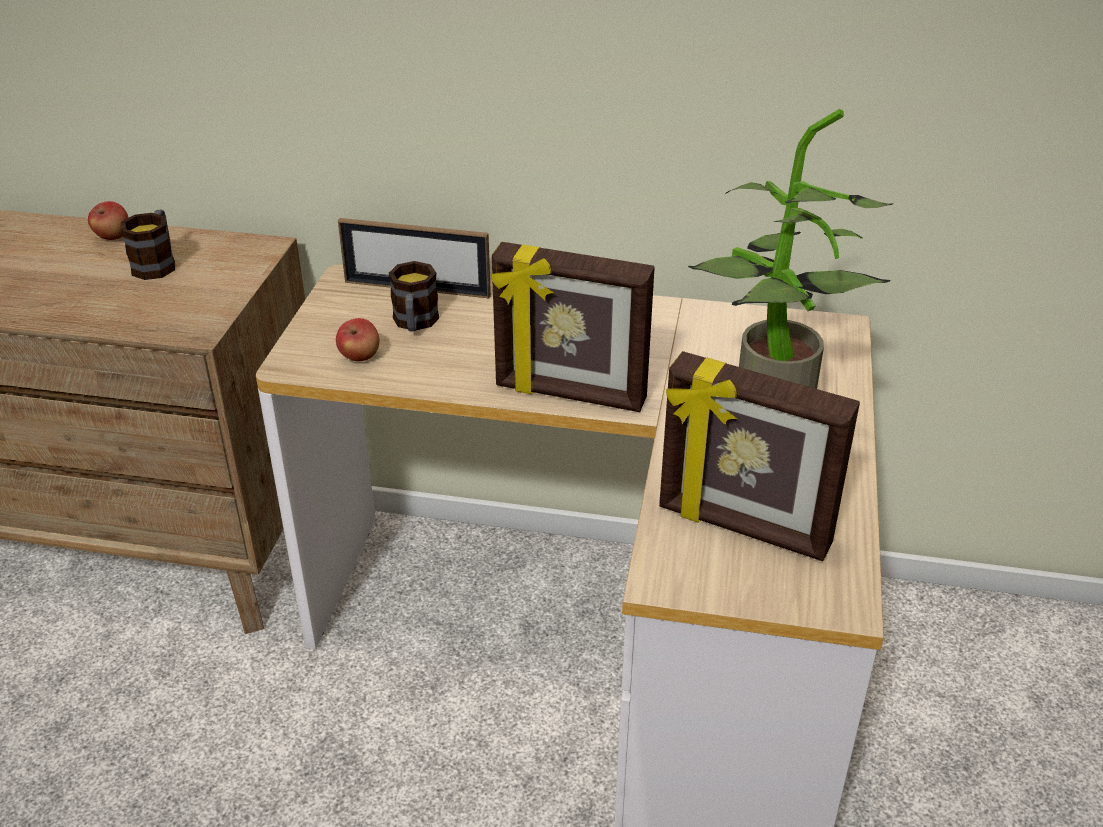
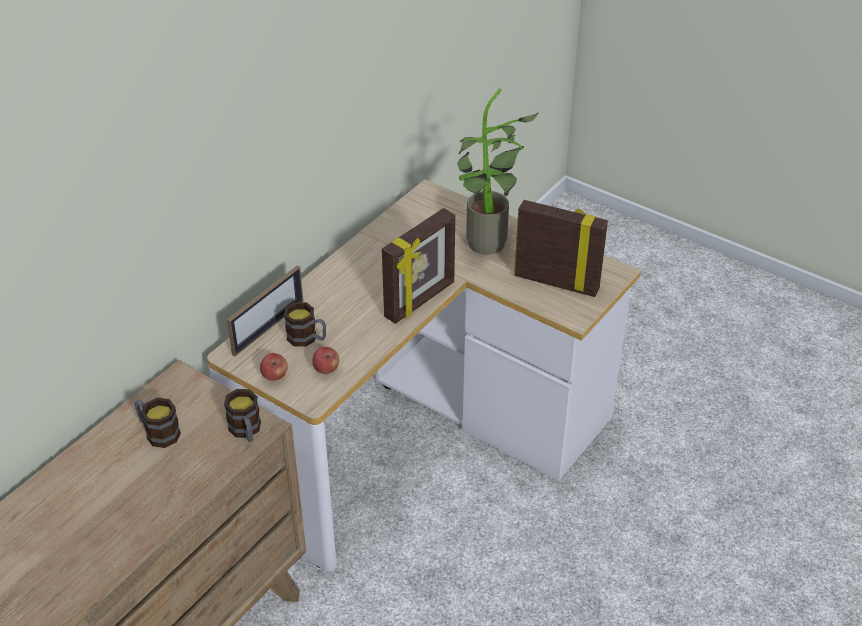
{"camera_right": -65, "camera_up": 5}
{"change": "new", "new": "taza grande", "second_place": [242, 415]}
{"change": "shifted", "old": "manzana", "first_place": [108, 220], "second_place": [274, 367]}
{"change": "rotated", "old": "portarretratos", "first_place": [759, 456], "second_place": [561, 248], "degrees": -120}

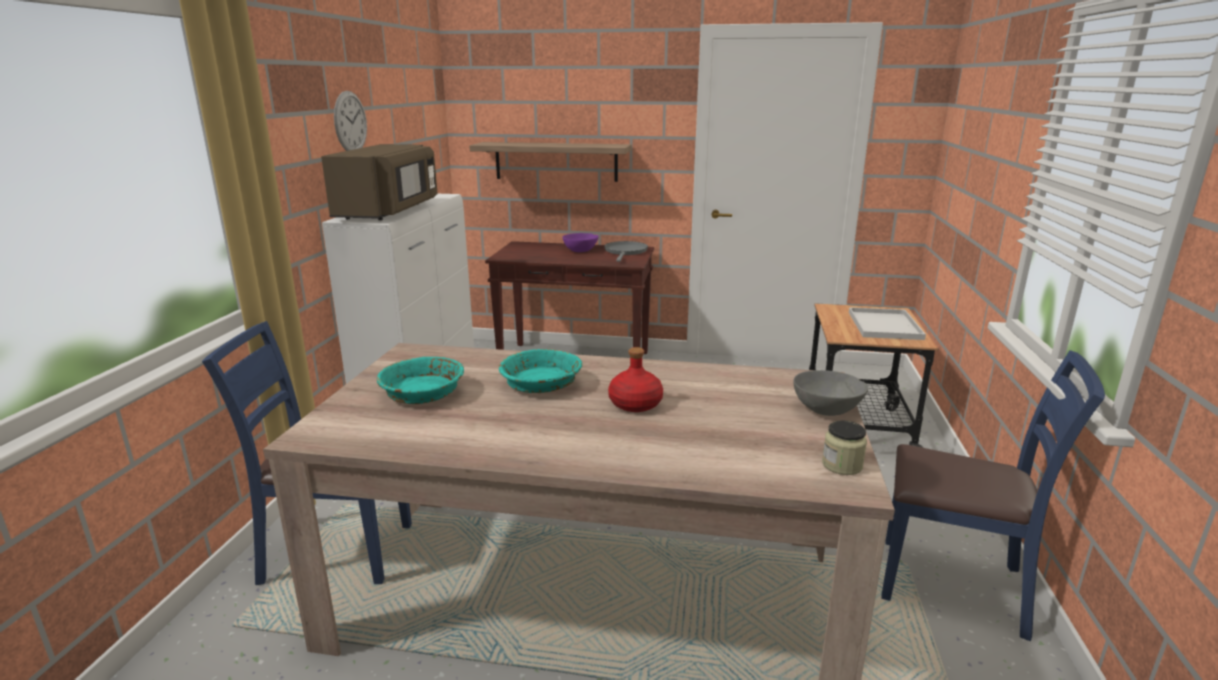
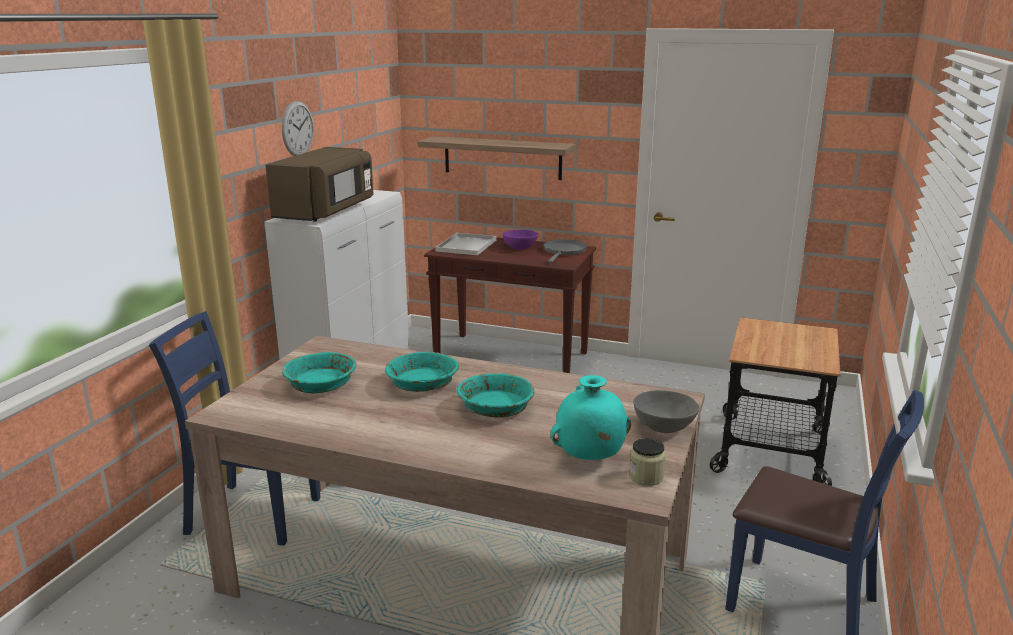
{"camera_right": 10, "camera_up": 0}
{"change": "new", "new": "florero (turquesa)", "second_place": [590, 417]}
{"change": "shifted", "old": "bandeja (blanco)", "first_place": [887, 323], "second_place": [466, 244]}
{"change": "swapped", "old": "botella (rojo)", "new": "cuenco (turquesa)", "first_place": [635, 379], "second_place": [495, 395]}

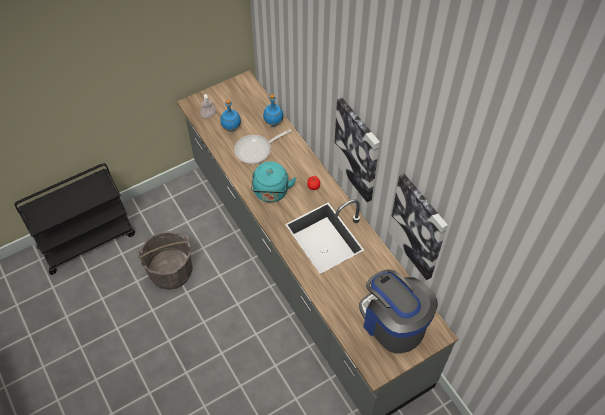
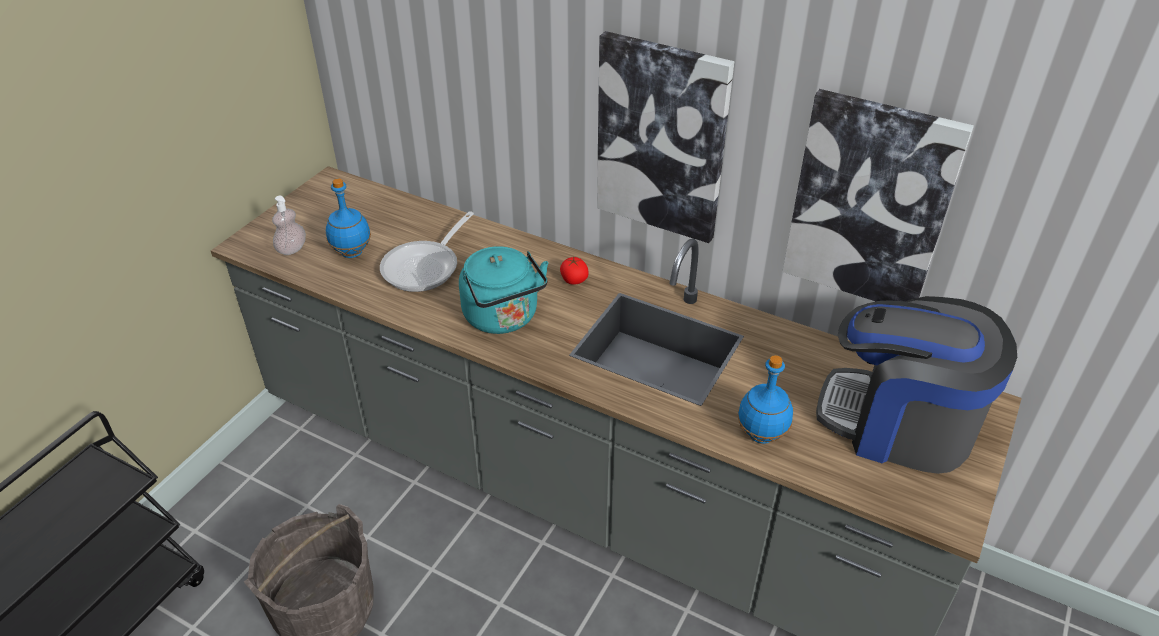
{"camera_right": -30, "camera_up": -15}
{"change": "shifted", "old": "botella (azul)", "first_place": [273, 110], "second_place": [765, 399]}

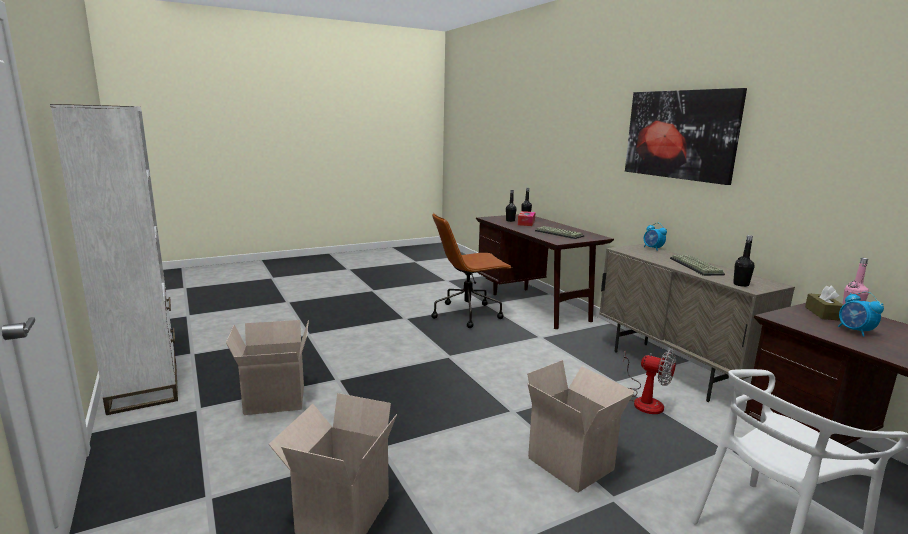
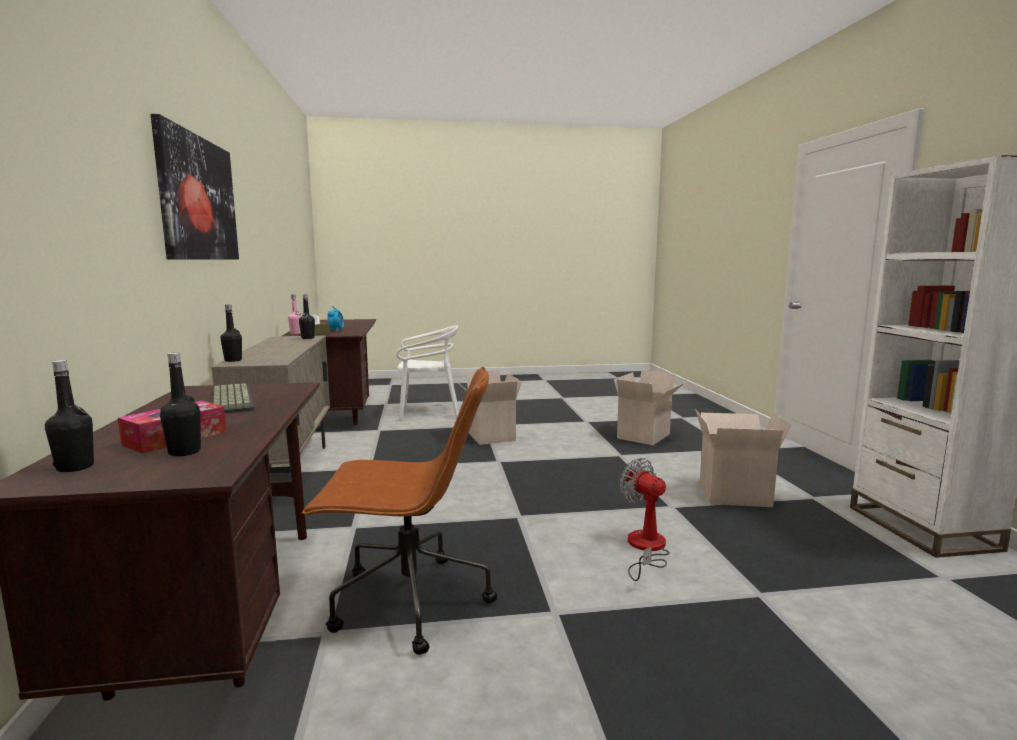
{"camera_right": -160, "camera_up": -5}
{"change": "gone", "old": "teclado", "first_place": [697, 265]}
{"change": "shifted", "old": "ventilador", "first_place": [649, 382], "second_place": [645, 519]}
{"change": "swapped", "old": "despertador", "new": "botella (negro)", "first_place": [655, 237], "second_place": [231, 333]}

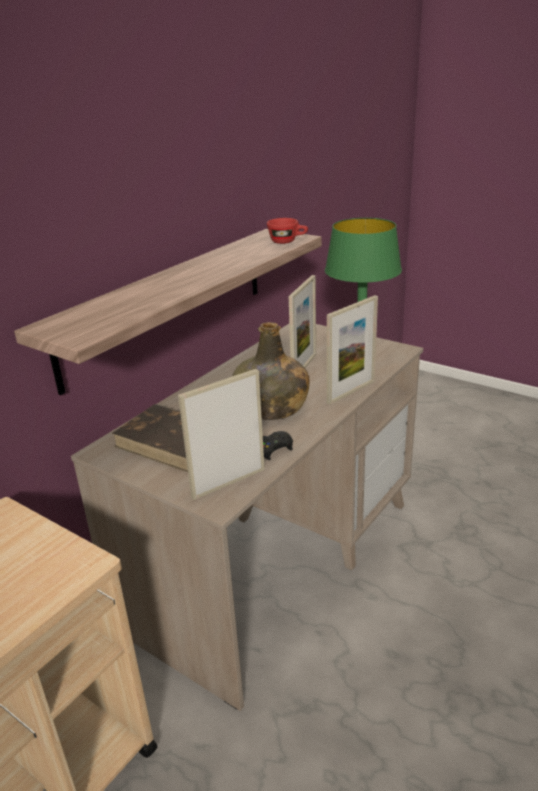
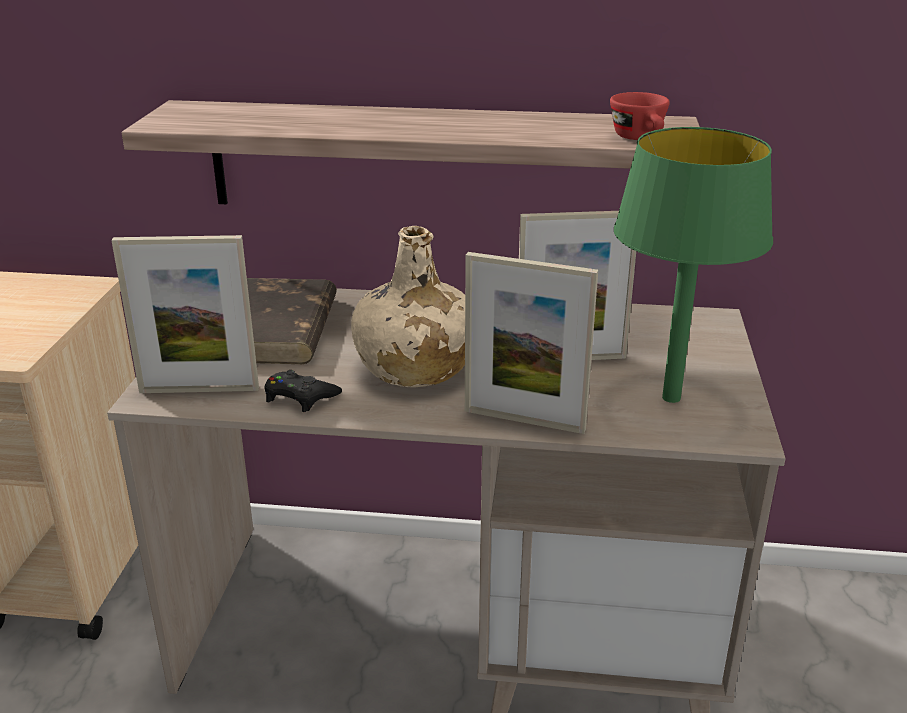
{"camera_right": 60, "camera_up": 0}
{"change": "repainted", "old": "botella (verde)", "new": "botella (beis)", "first_place": [271, 371], "second_place": [408, 307]}
{"change": "rotated", "old": "portarretratos", "first_place": [221, 434], "second_place": [185, 314], "degrees": 150}

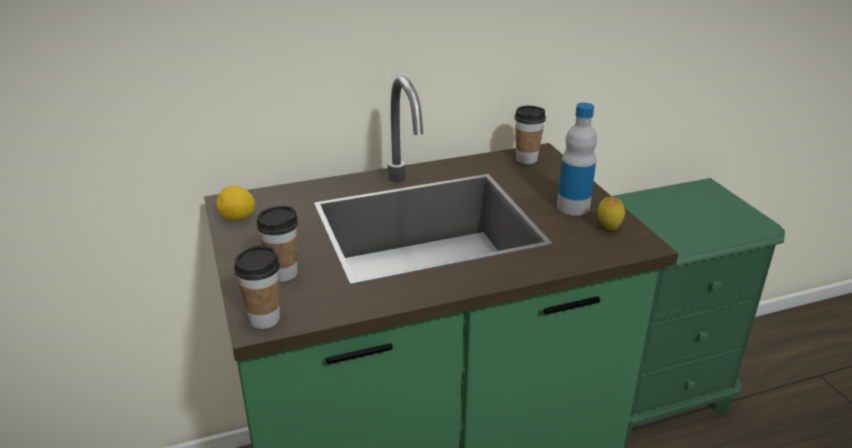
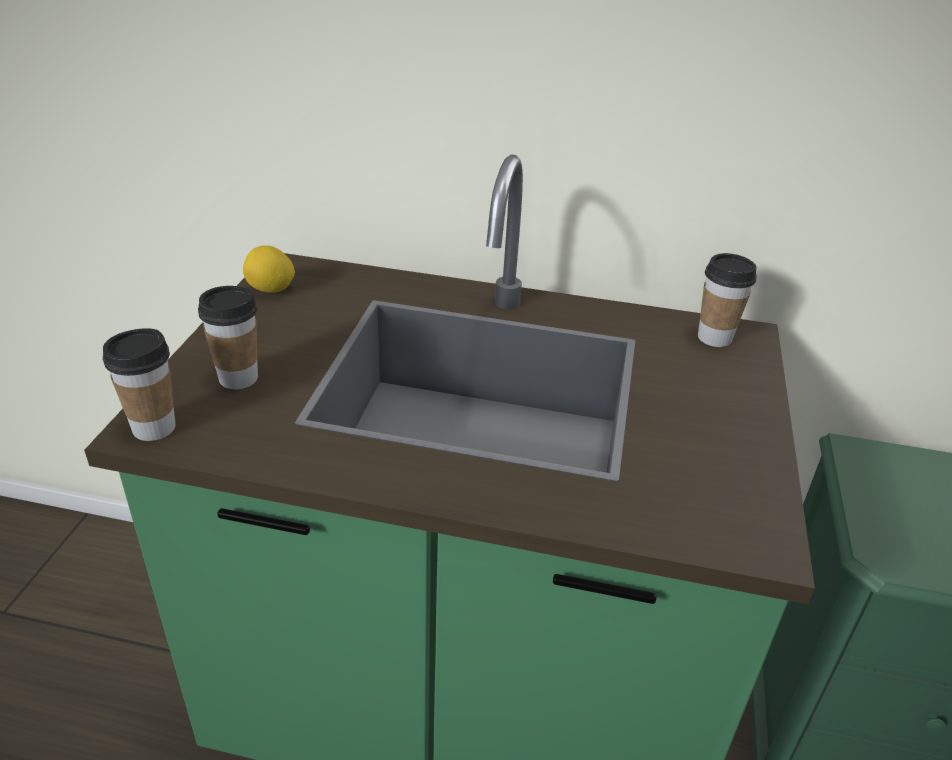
{"camera_right": 30, "camera_up": 5}
{"change": "gone", "old": "botella", "first_place": [577, 159]}
{"change": "gone", "old": "limón", "first_place": [611, 213]}

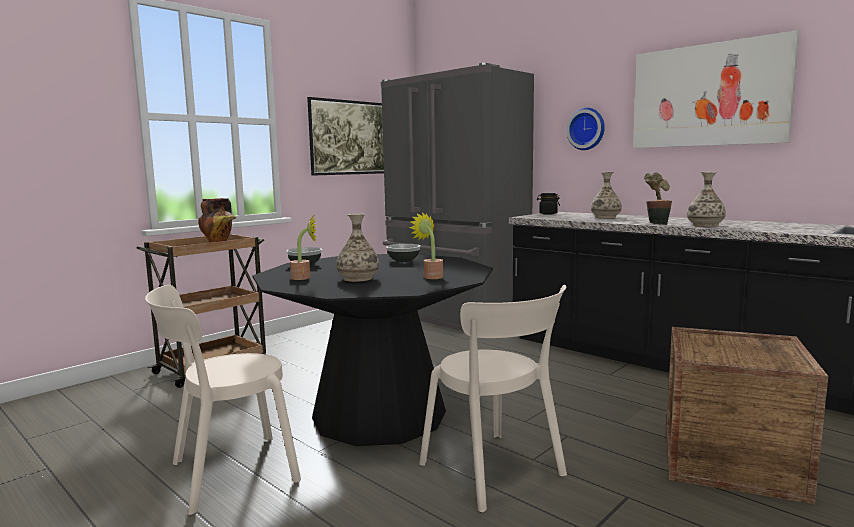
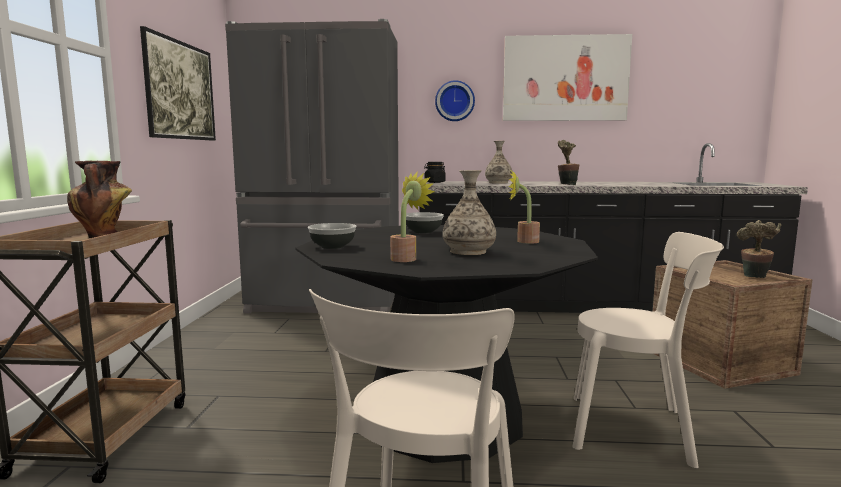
{"camera_right": -40, "camera_up": 0}
{"change": "gone", "old": "florero", "first_place": [706, 199]}
{"change": "new", "new": "planta en maceta", "second_place": [759, 249]}

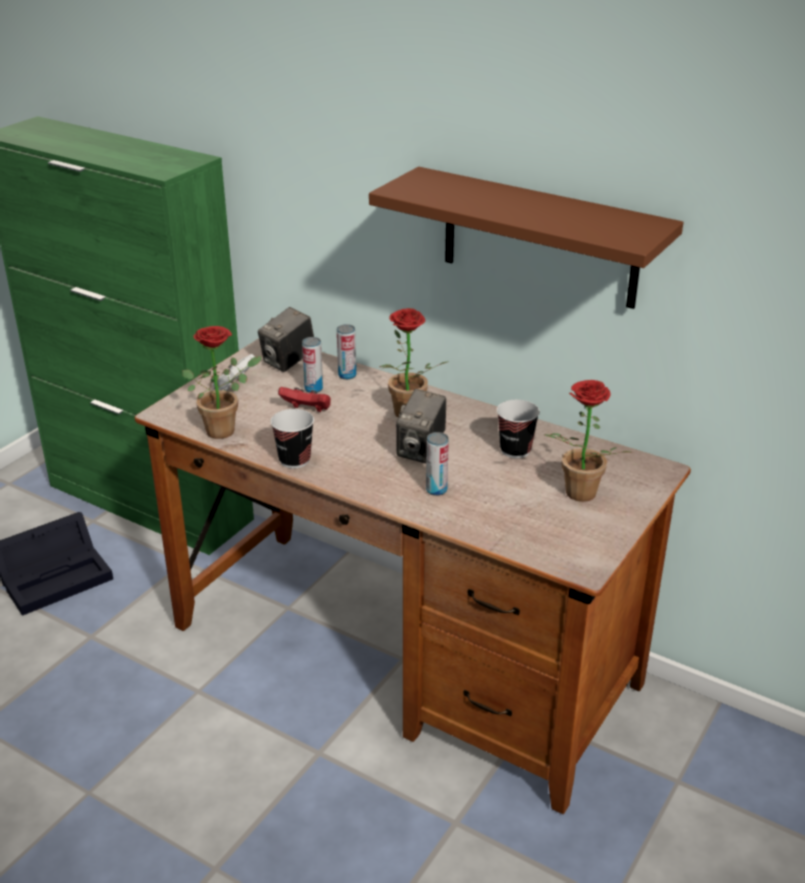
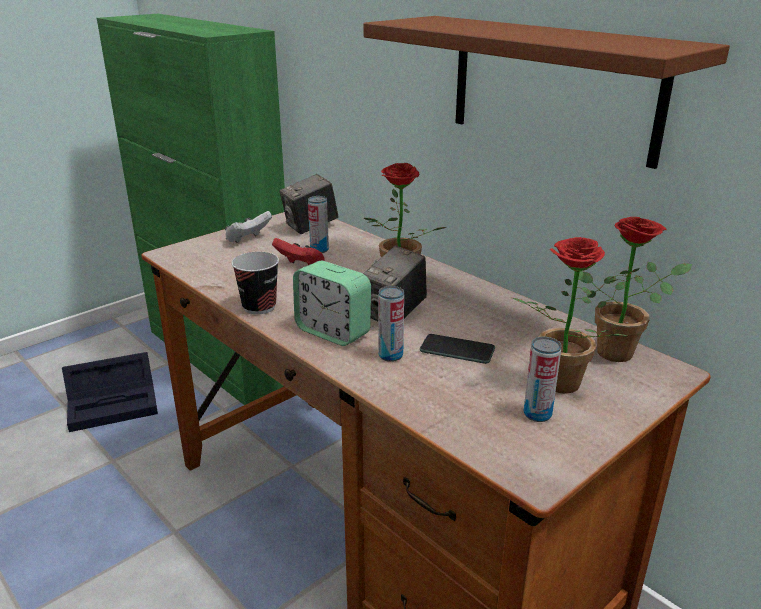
{"camera_right": 15, "camera_up": -5}
{"change": "gone", "old": "taza", "first_place": [518, 429]}
{"change": "new", "new": "despertador", "second_place": [332, 303]}
{"change": "new", "new": "móvil", "second_place": [457, 349]}
{"change": "shifted", "old": "planta en maceta", "first_place": [222, 382], "second_place": [636, 289]}
{"change": "shifted", "old": "lata", "first_place": [346, 352], "second_place": [543, 379]}

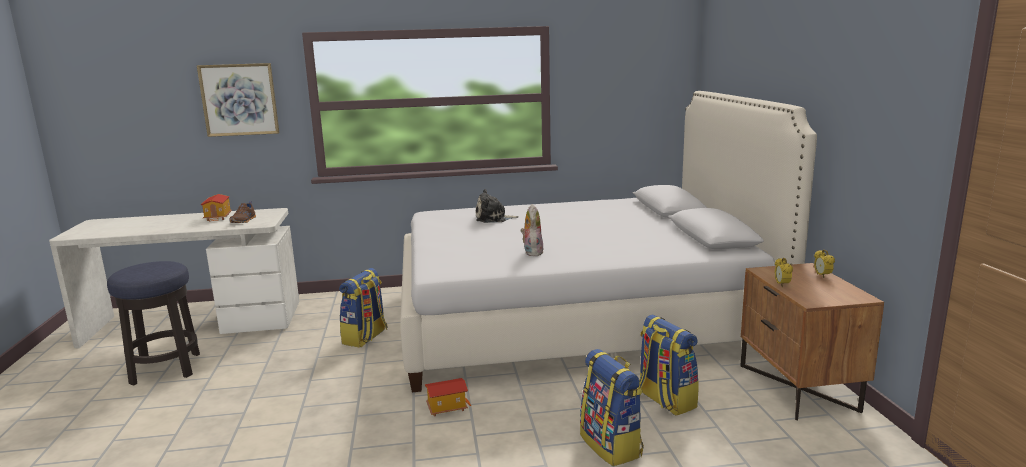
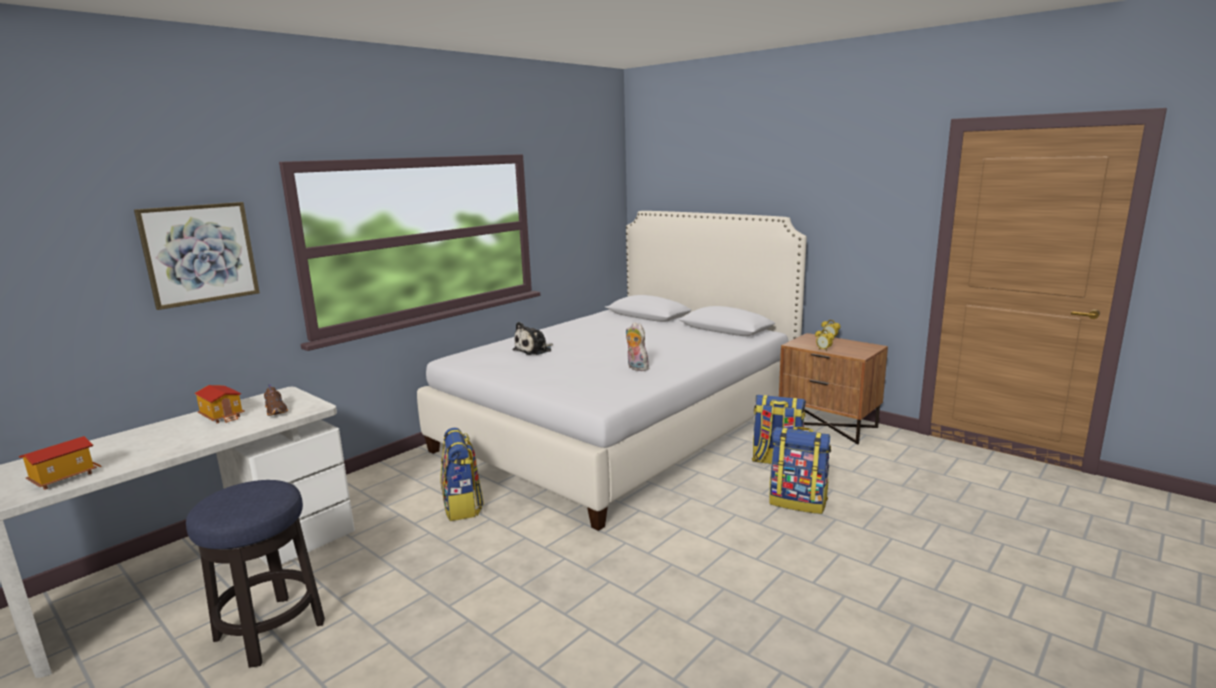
{"camera_right": -40, "camera_up": 0}
{"change": "shifted", "old": "casita", "first_place": [448, 397], "second_place": [60, 463]}

